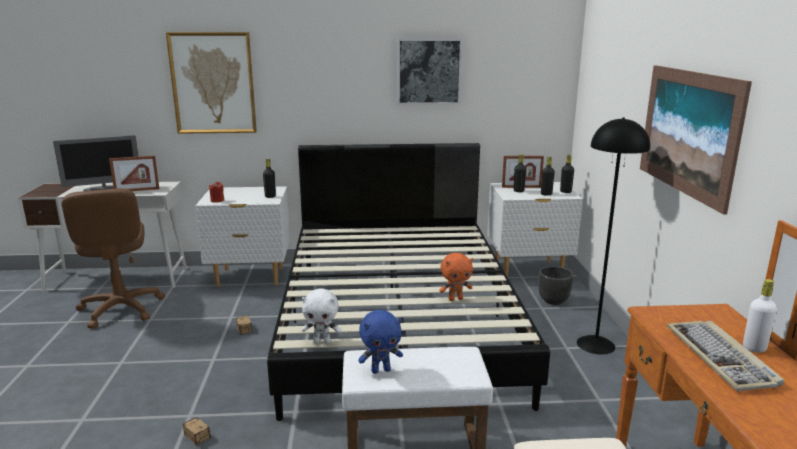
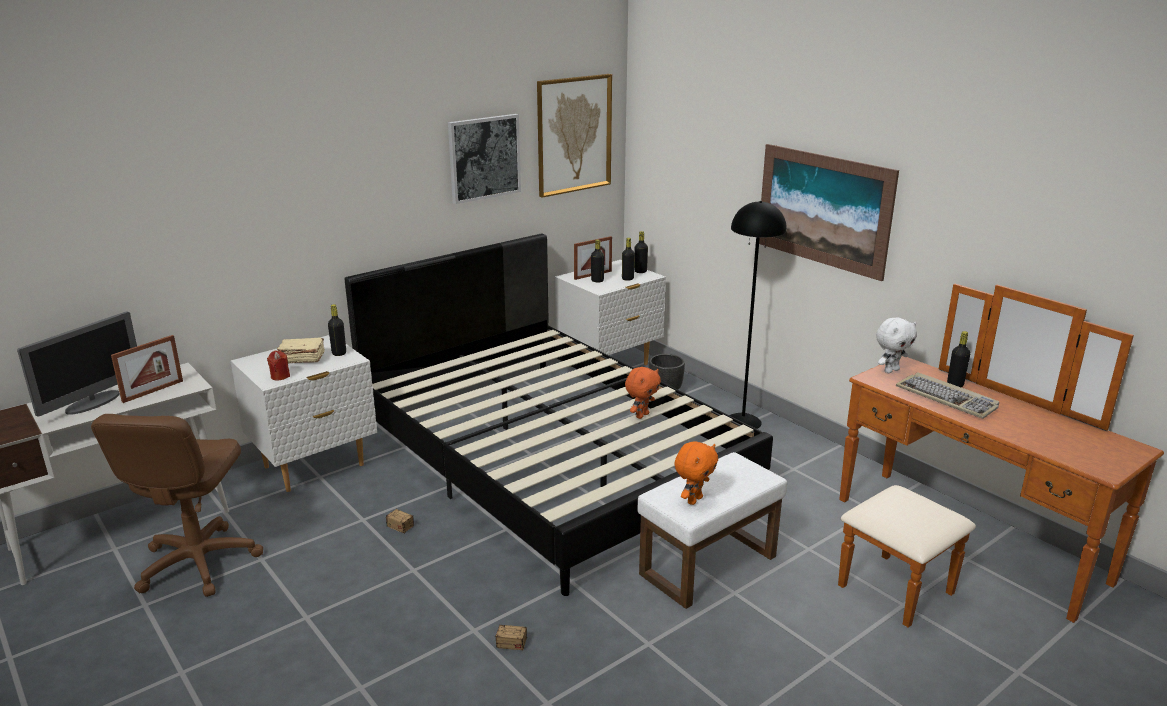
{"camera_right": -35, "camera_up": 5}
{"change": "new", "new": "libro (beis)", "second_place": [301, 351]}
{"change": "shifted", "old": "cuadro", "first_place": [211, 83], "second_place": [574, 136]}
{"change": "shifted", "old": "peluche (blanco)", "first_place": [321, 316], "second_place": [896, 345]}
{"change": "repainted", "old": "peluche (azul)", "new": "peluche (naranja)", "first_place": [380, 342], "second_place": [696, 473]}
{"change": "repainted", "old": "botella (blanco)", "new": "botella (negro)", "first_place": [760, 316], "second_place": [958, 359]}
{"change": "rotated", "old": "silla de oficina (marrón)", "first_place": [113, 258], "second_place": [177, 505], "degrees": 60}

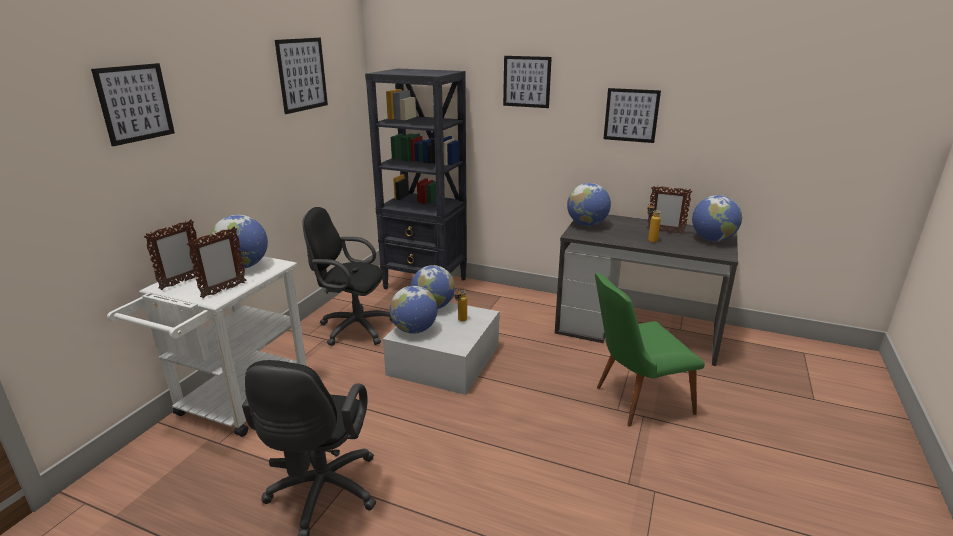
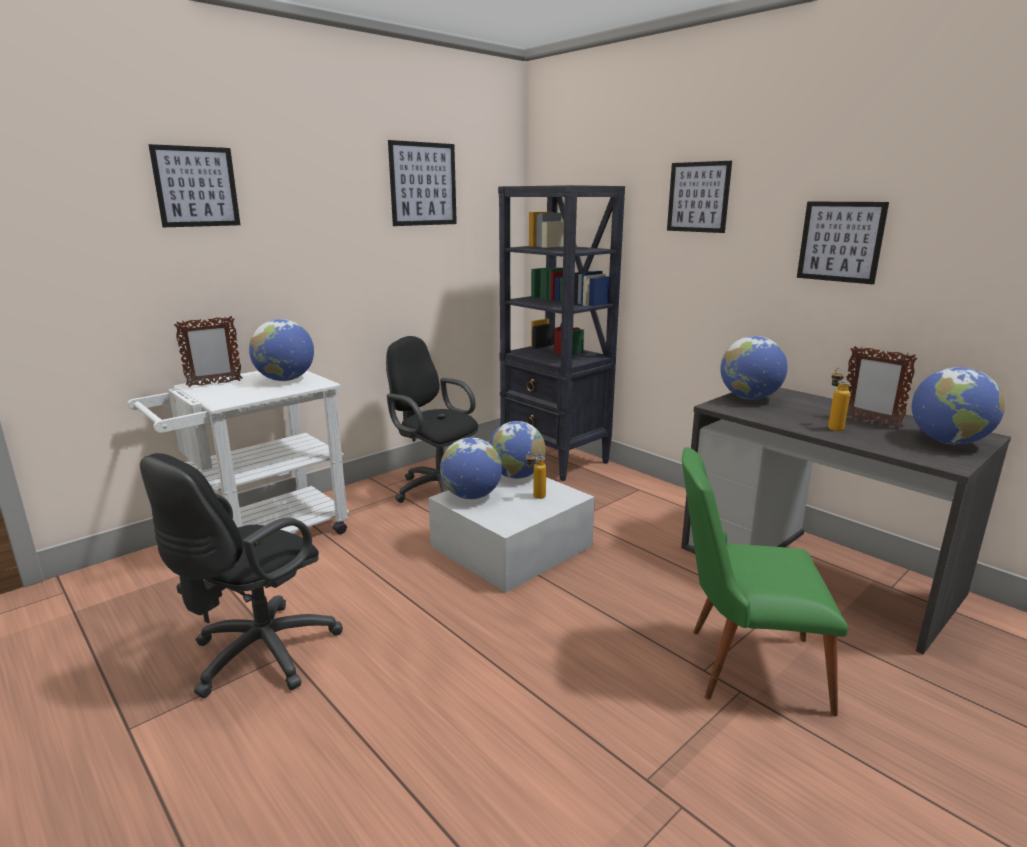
{"camera_right": 25, "camera_up": -5}
{"change": "gone", "old": "portarretratos", "first_place": [216, 263]}

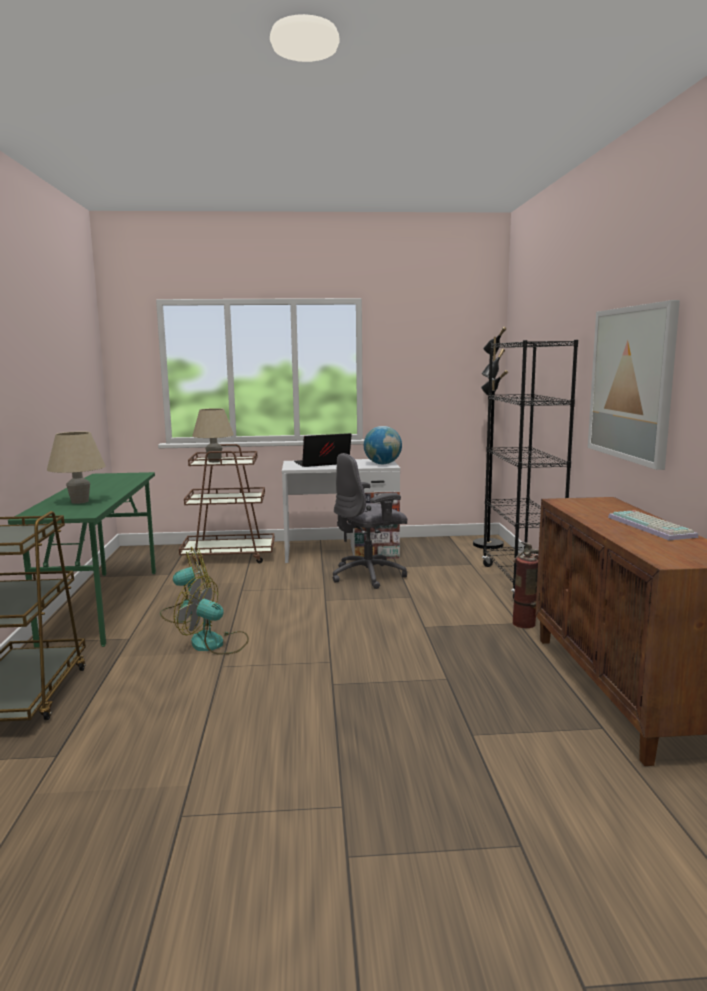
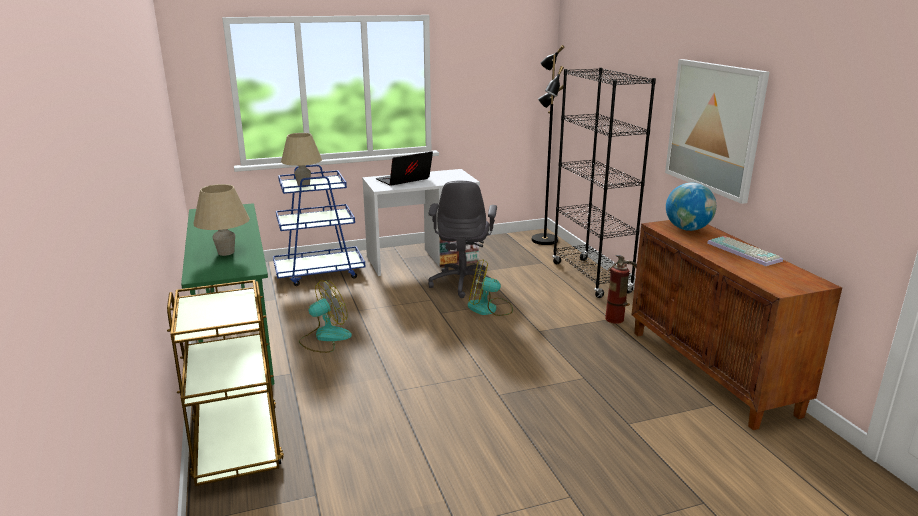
{"camera_right": -15, "camera_up": 10}
{"change": "shifted", "old": "ventilador", "first_place": [211, 614], "second_place": [490, 288]}
{"change": "shifted", "old": "globo terráqueo", "first_place": [383, 445], "second_place": [691, 207]}
{"change": "repainted", "old": "carrito (marrón)", "new": "carrito (azul)", "first_place": [226, 504], "second_place": [319, 225]}
{"change": "rotated", "old": "silla de oficina (gris)", "first_place": [370, 521], "second_place": [462, 239], "degrees": -45}

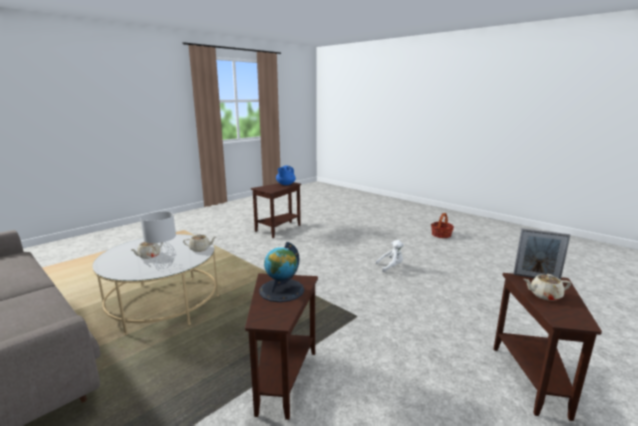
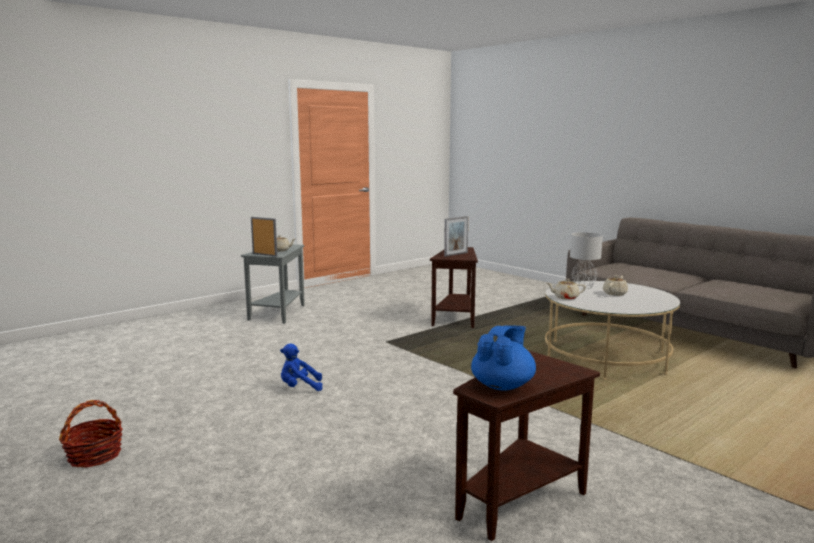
{"camera_right": -175, "camera_up": -5}
{"change": "swapped", "old": "globo terráqueo", "new": "portarretratos", "first_place": [281, 272], "second_place": [456, 236]}
{"change": "repainted", "old": "peluche (blanco)", "new": "peluche (azul)", "first_place": [390, 256], "second_place": [301, 367]}
{"change": "repainted", "old": "mesa auxiliar (marrón)", "new": "mesa auxiliar (gris)", "first_place": [548, 347], "second_place": [273, 284]}

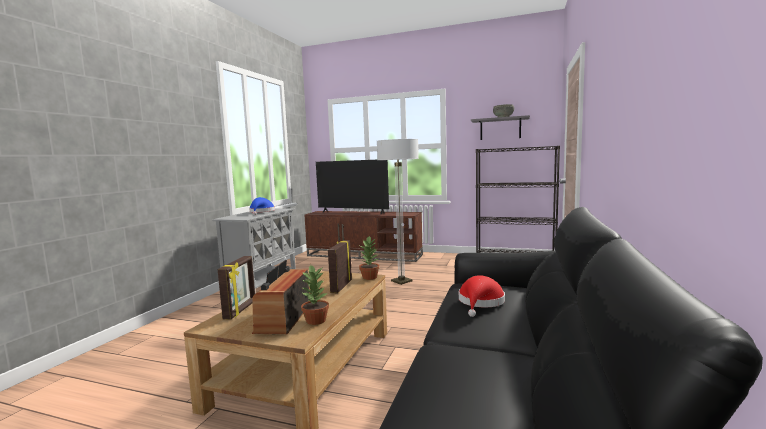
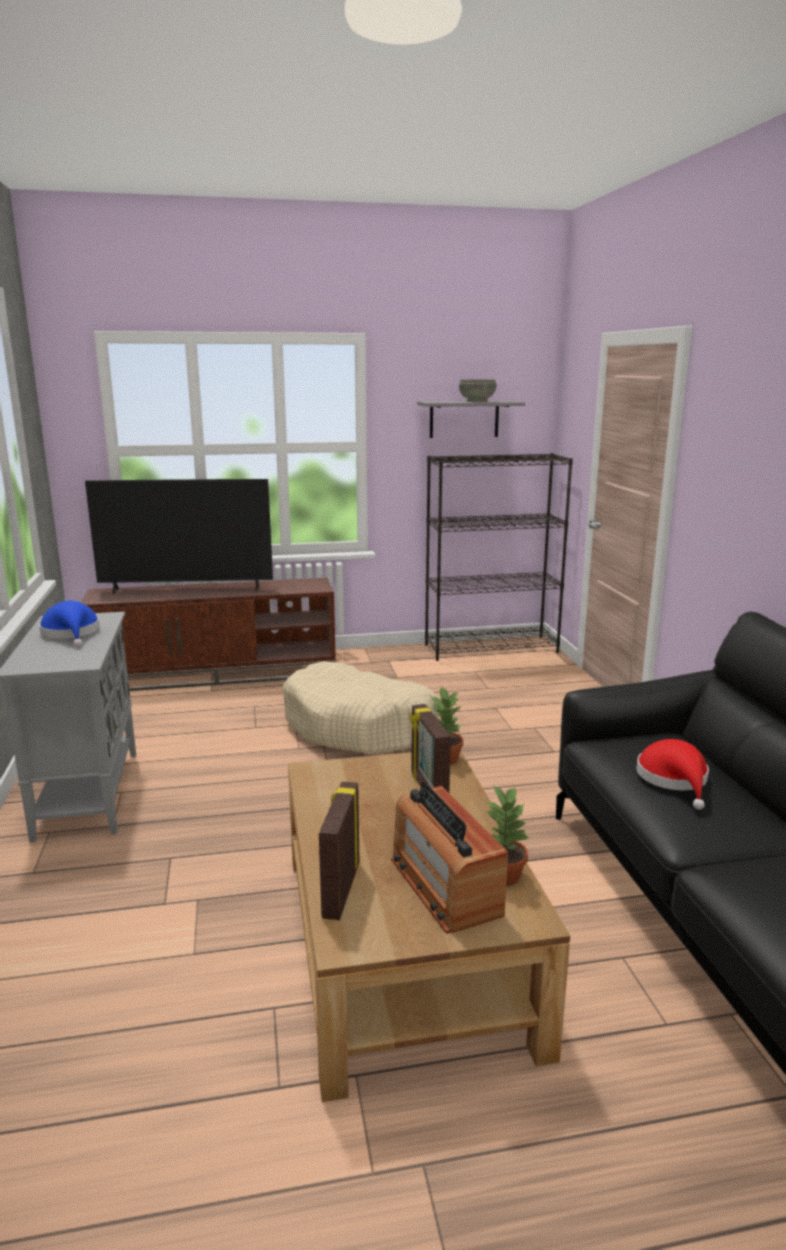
{"camera_right": -30, "camera_up": 10}
{"change": "swapped", "old": "lámpara de pie", "new": "cama para perro (beis)", "first_place": [398, 212], "second_place": [361, 707]}
{"change": "rotated", "old": "portarretratos", "first_place": [236, 287], "second_place": [339, 851], "degrees": -150}

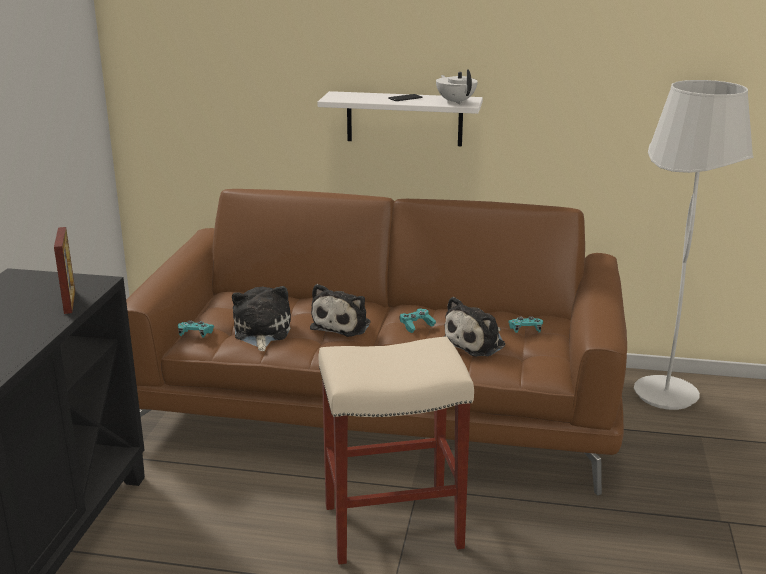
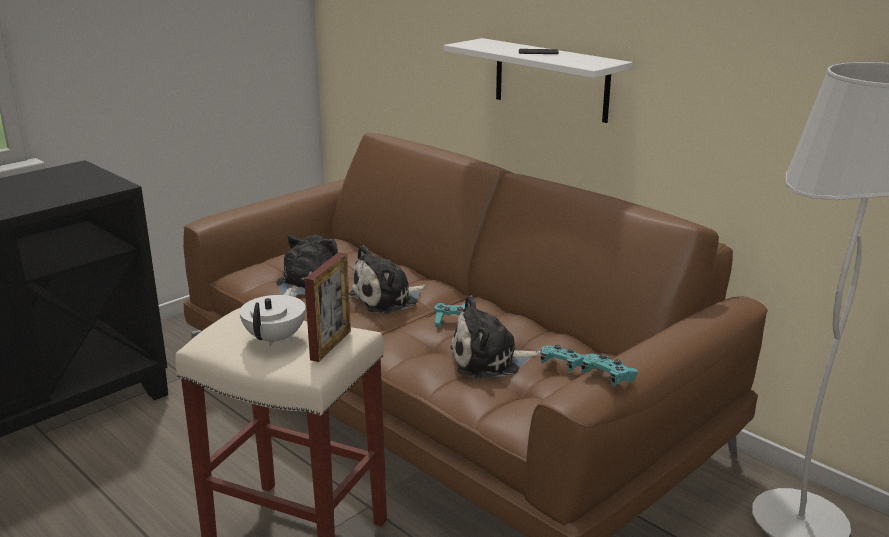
{"camera_right": 35, "camera_up": 0}
{"change": "shifted", "old": "portarretratos", "first_place": [64, 270], "second_place": [327, 307]}
{"change": "shifted", "old": "mando de consola (turquesa)", "first_place": [196, 329], "second_place": [610, 369]}
{"change": "shifted", "old": "tetera (blanco)", "first_place": [457, 87], "second_place": [273, 317]}

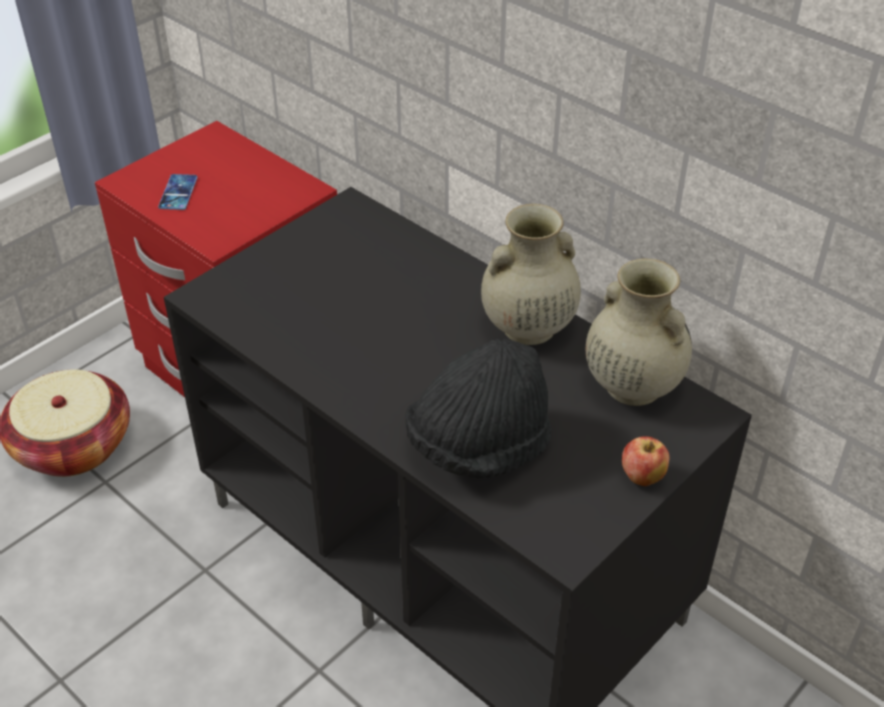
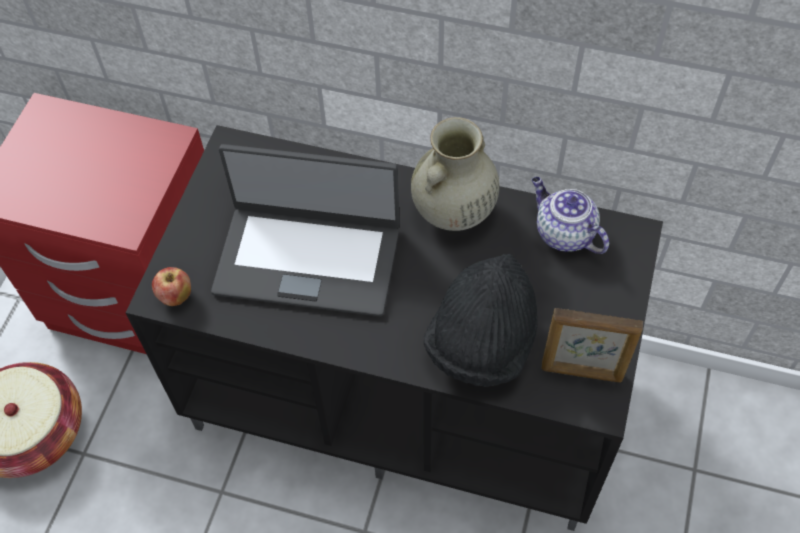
{"camera_right": -25, "camera_up": 15}
{"change": "gone", "old": "móvil", "first_place": [178, 192]}
{"change": "new", "new": "portátil", "second_place": [305, 230]}
{"change": "new", "new": "portarretratos", "second_place": [592, 345]}
{"change": "shifted", "old": "manzana", "first_place": [645, 461], "second_place": [171, 286]}
{"change": "swapped", "old": "florero (beis)", "new": "tetera", "first_place": [639, 332], "second_place": [570, 215]}

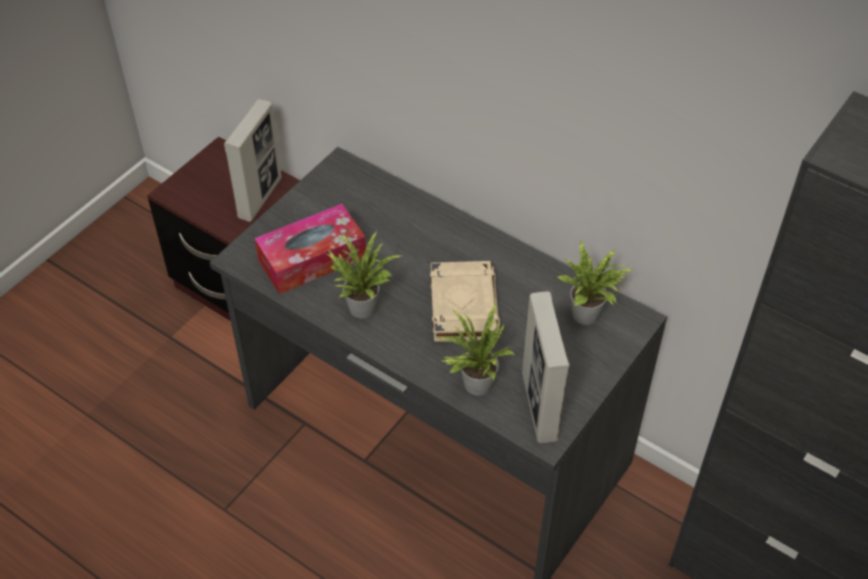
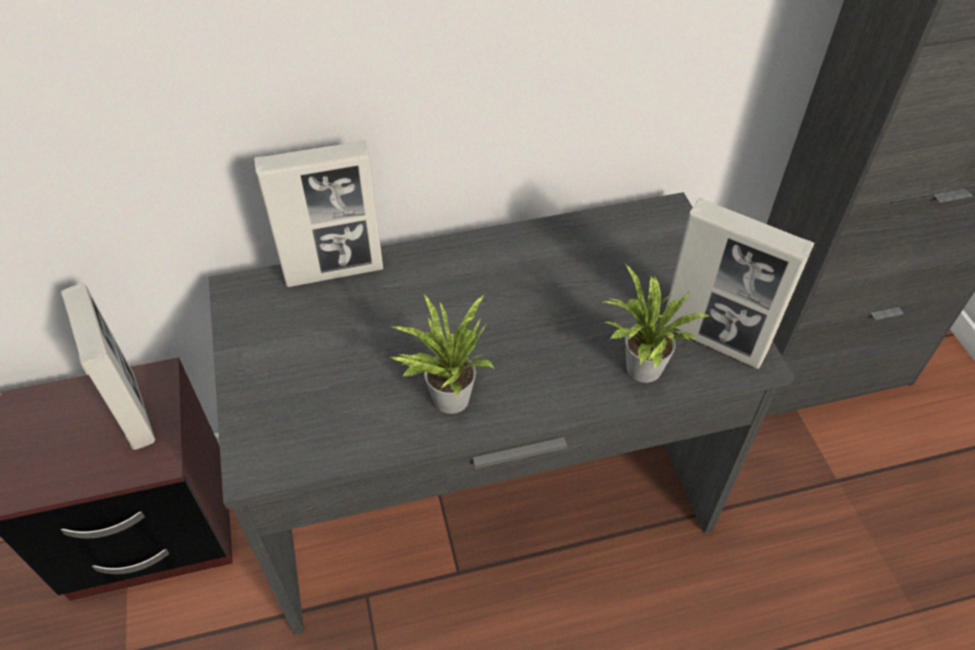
{"camera_right": -50, "camera_up": 0}
{"change": "gone", "old": "caja de pañuelos", "first_place": [310, 249]}
{"change": "gone", "old": "libro (beis)", "first_place": [465, 301]}
{"change": "gone", "old": "planta en maceta", "first_place": [596, 282]}
{"change": "new", "new": "portarretratos", "second_place": [318, 213]}

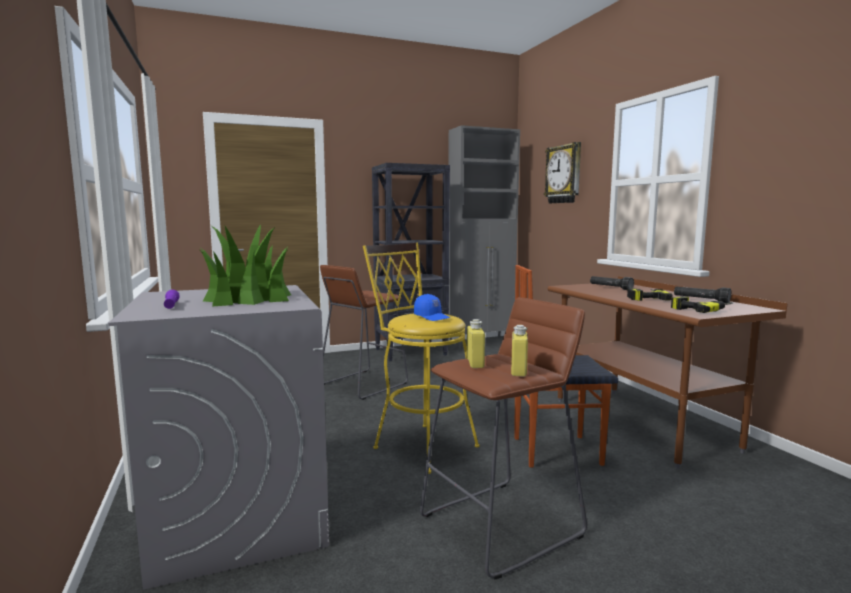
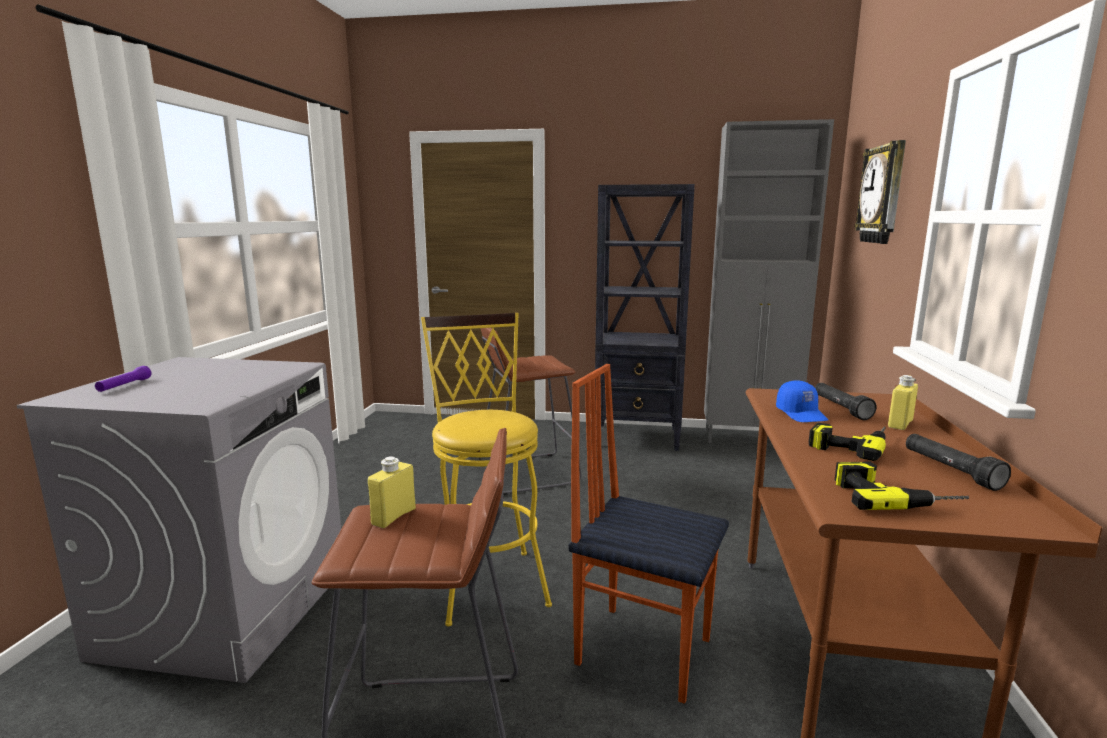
{"camera_right": 30, "camera_up": 5}
{"change": "gone", "old": "planta en maceta", "first_place": [245, 265]}
{"change": "shifted", "old": "gorra (azul)", "first_place": [432, 307], "second_place": [802, 401]}
{"change": "shifted", "old": "botella (amarillo)", "first_place": [519, 351], "second_place": [903, 402]}

